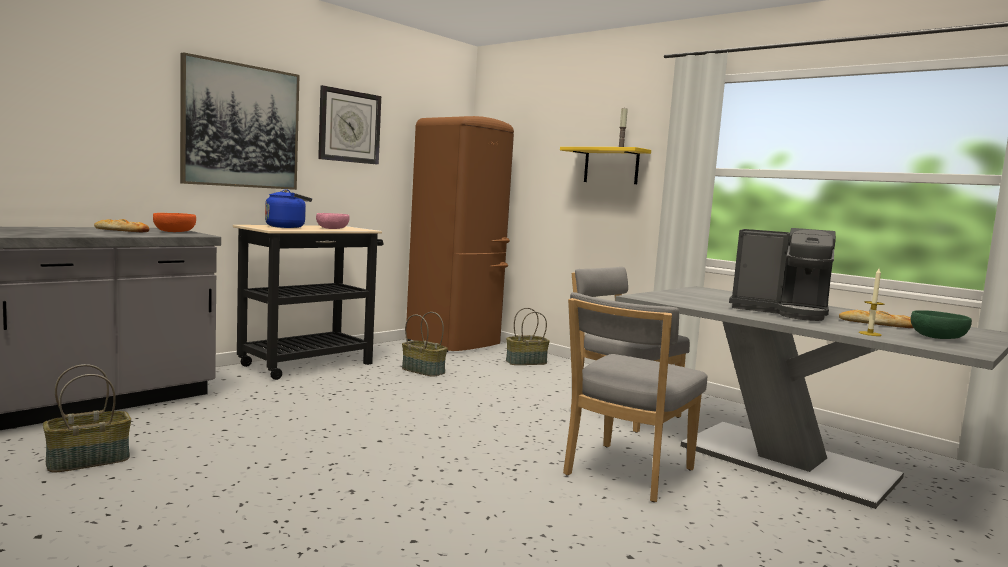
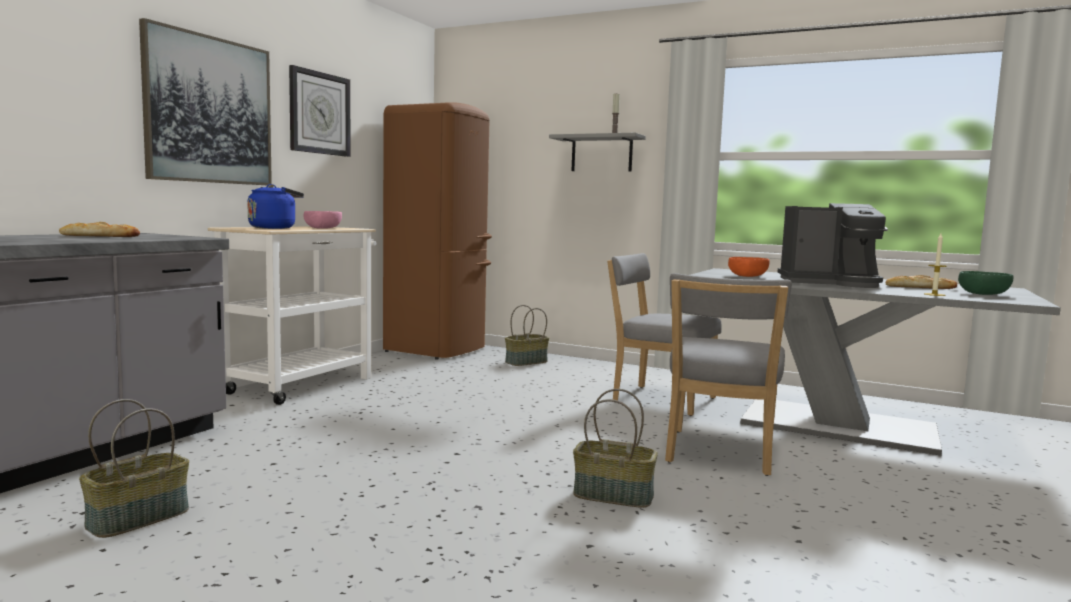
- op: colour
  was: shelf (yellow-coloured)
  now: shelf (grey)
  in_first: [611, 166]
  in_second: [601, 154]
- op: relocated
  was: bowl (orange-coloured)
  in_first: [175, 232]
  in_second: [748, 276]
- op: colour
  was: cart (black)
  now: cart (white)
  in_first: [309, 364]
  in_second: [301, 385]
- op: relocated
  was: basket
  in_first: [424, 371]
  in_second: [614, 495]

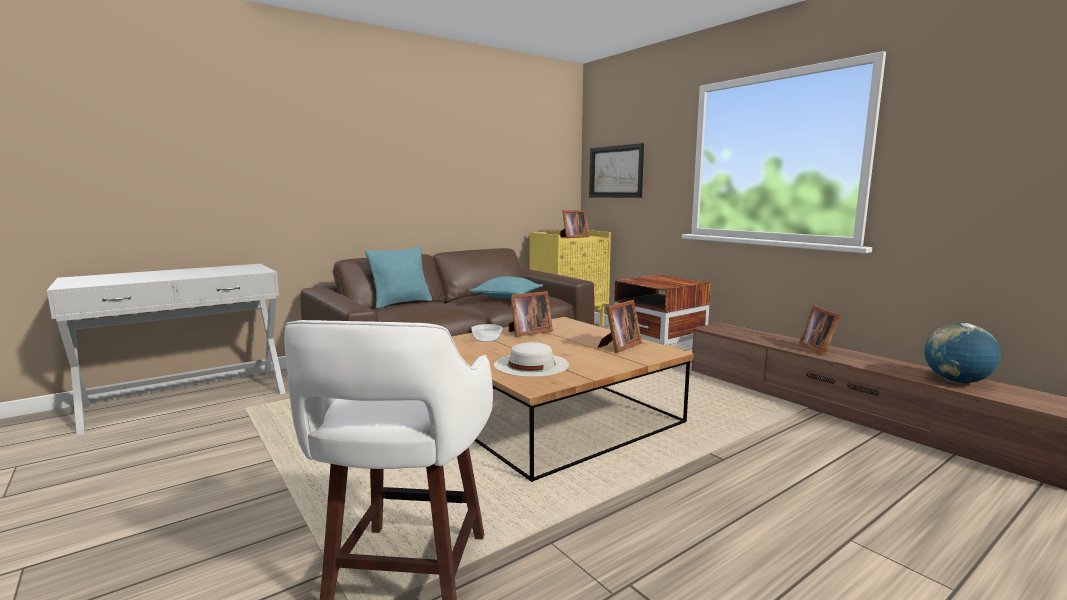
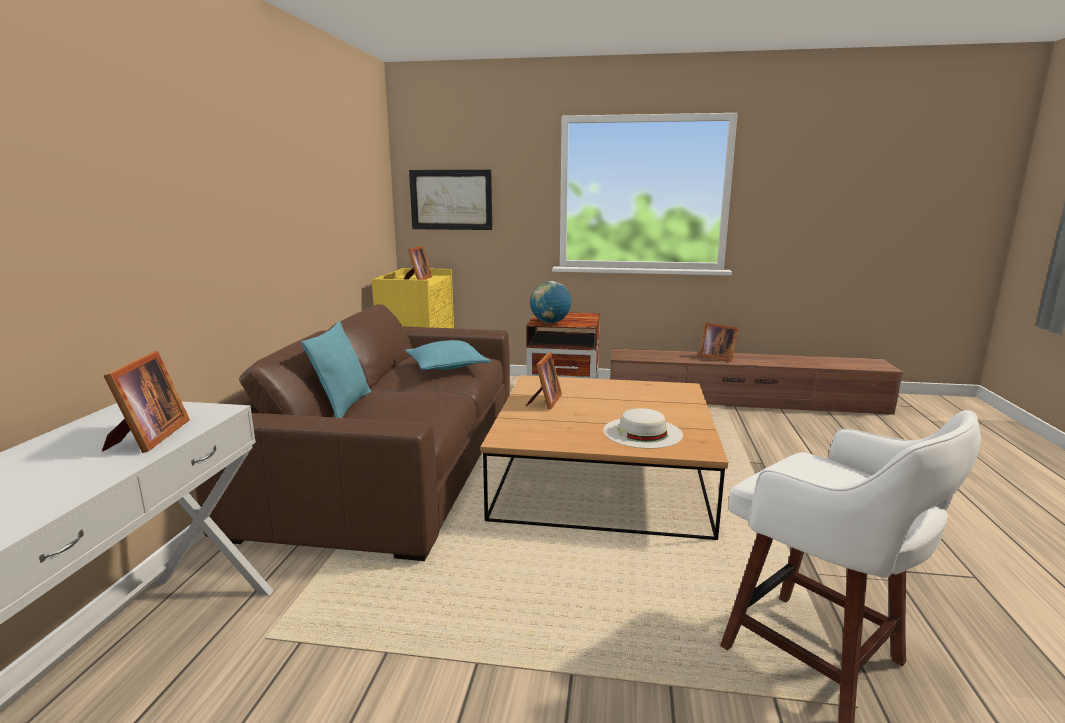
- op: relocated
  was: photo frame
  in_first: [619, 346]
  in_second: [148, 438]
- op: relocated
  was: world globe
  in_first: [956, 381]
  in_second: [550, 322]
- op: missing
  was: bowl
  in_first: [487, 339]

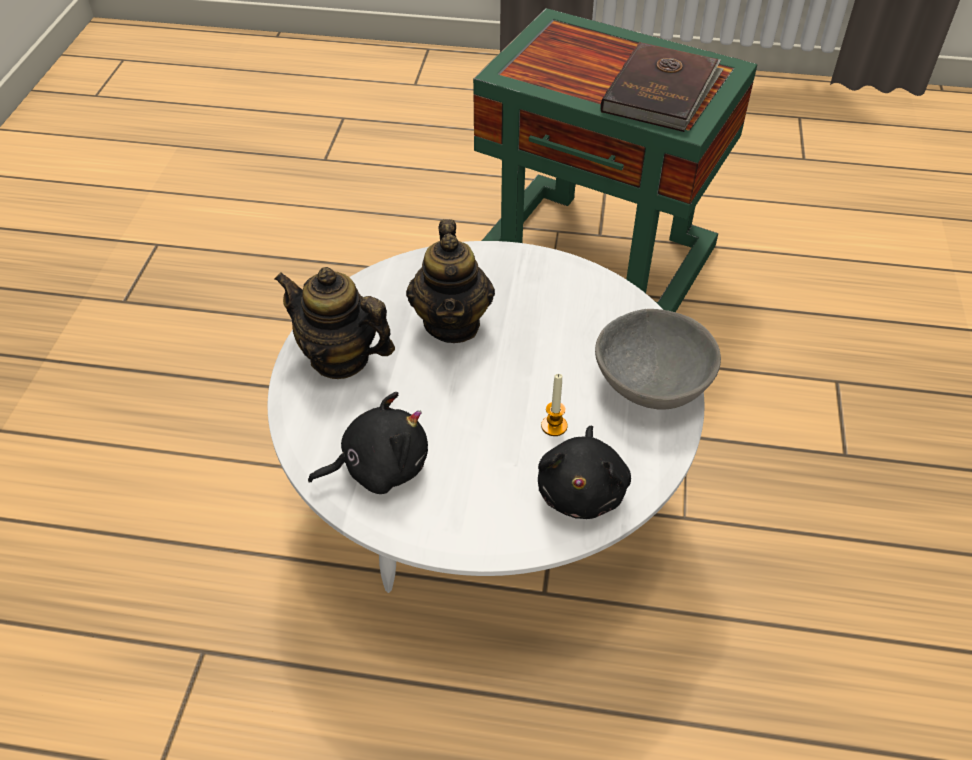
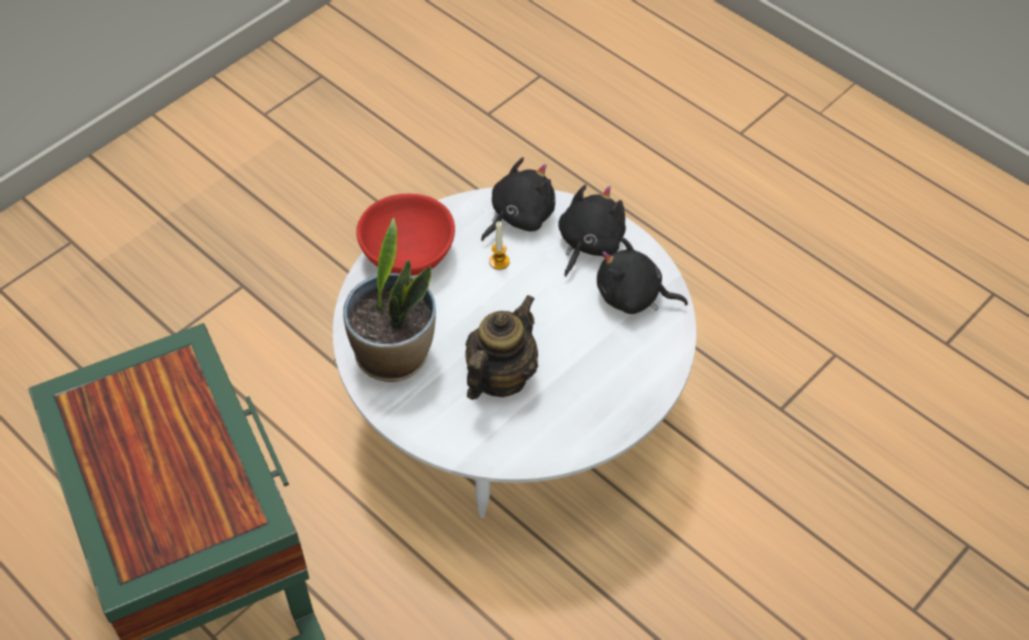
- op: missing
  was: bound book (brownish)
  in_first: [662, 91]
- op: missing
  was: pot for tea
  in_first: [340, 358]
- op: colour
  was: bowl (grey)
  now: bowl (red-coloured)
  in_first: [650, 382]
  in_second: [408, 255]
- op: appeared
  now: soft toy (black)
  in_second: [589, 244]
- op: appeared
  now: houseplant
  in_second: [394, 355]

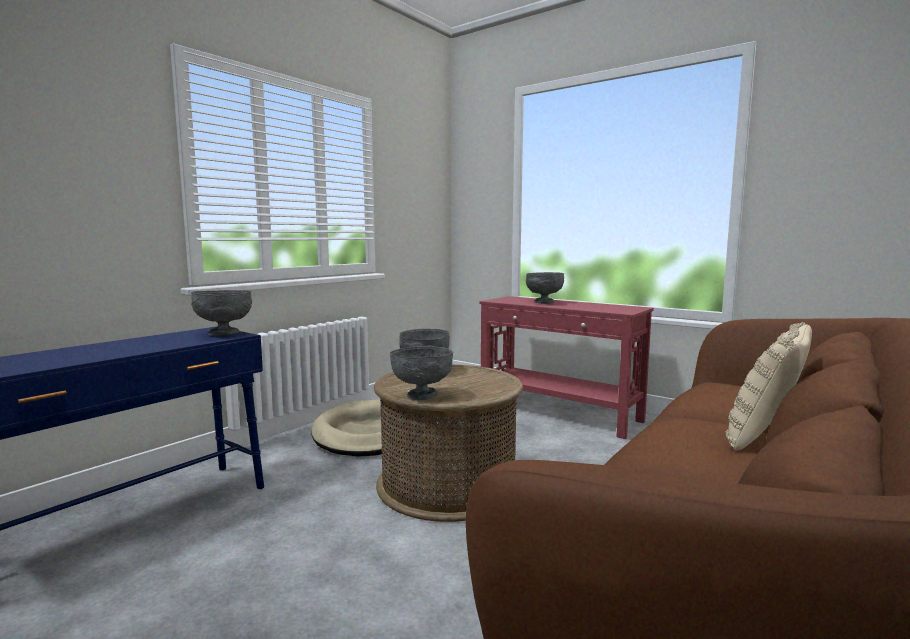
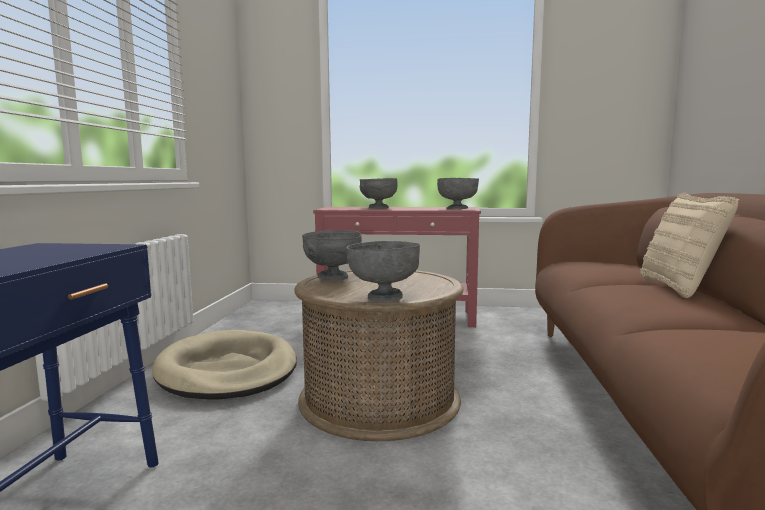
- op: relocated
  was: bowl (grey)
  in_first: [225, 334]
  in_second: [457, 209]

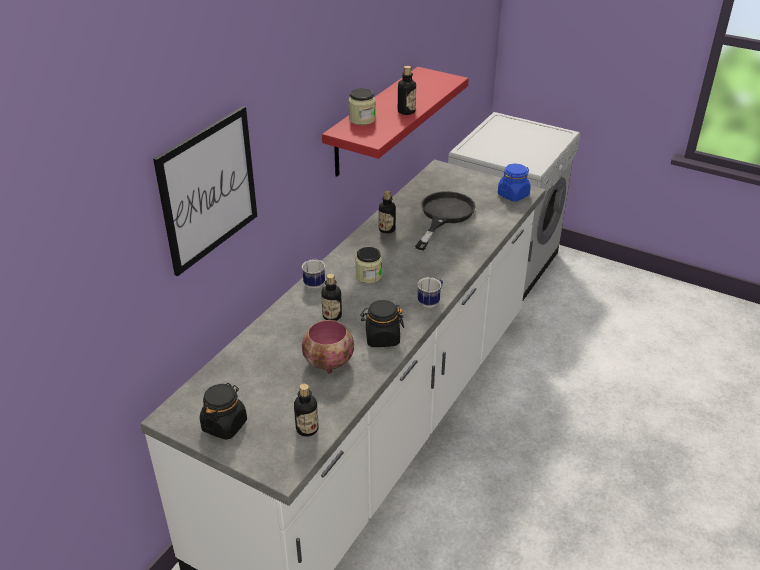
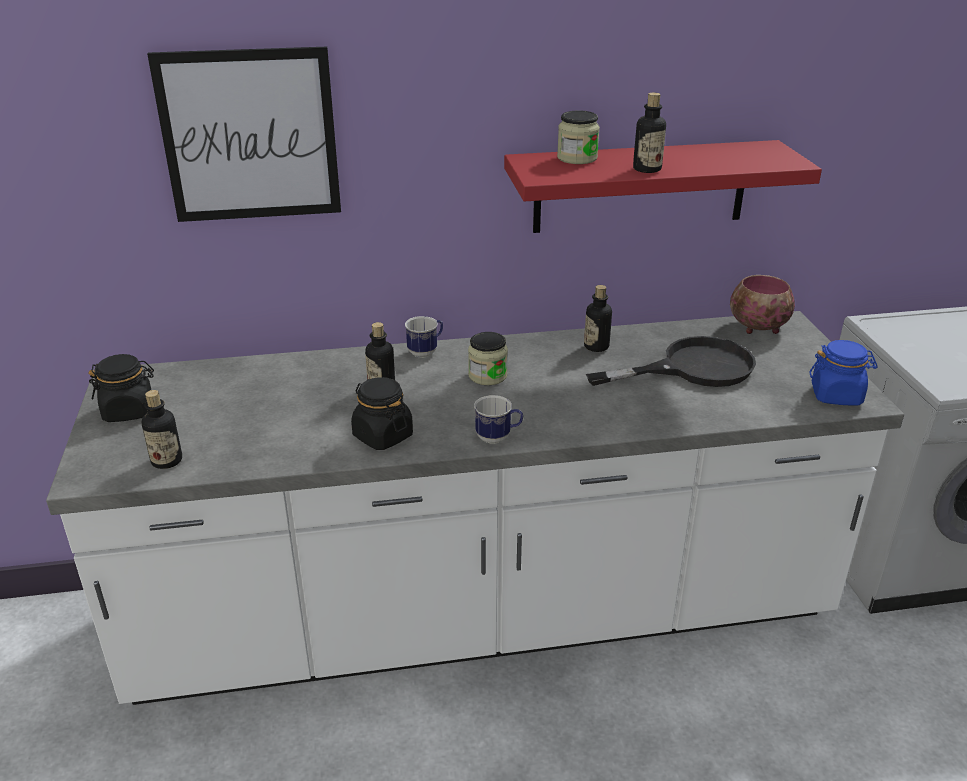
- op: relocated
  was: bowl
  in_first: [329, 363]
  in_second: [757, 328]

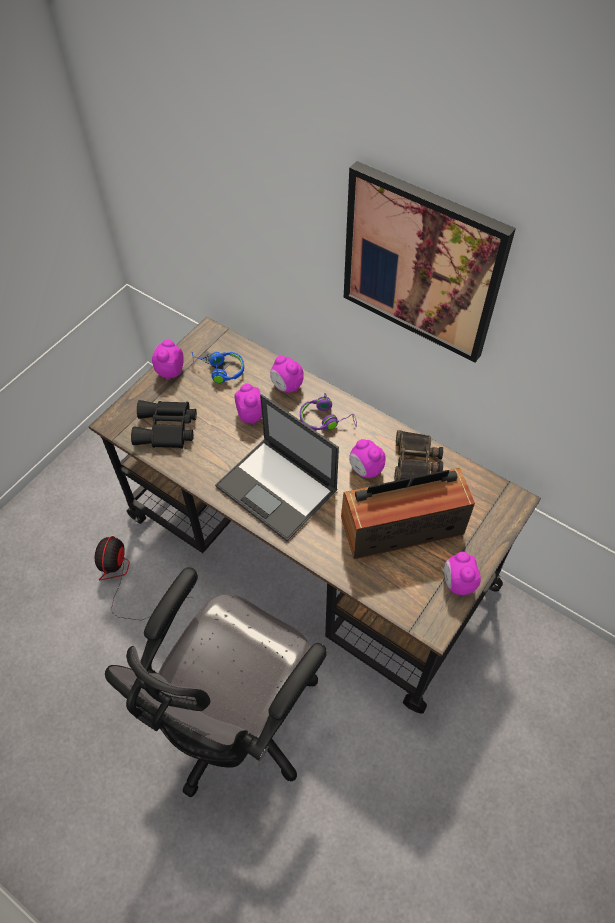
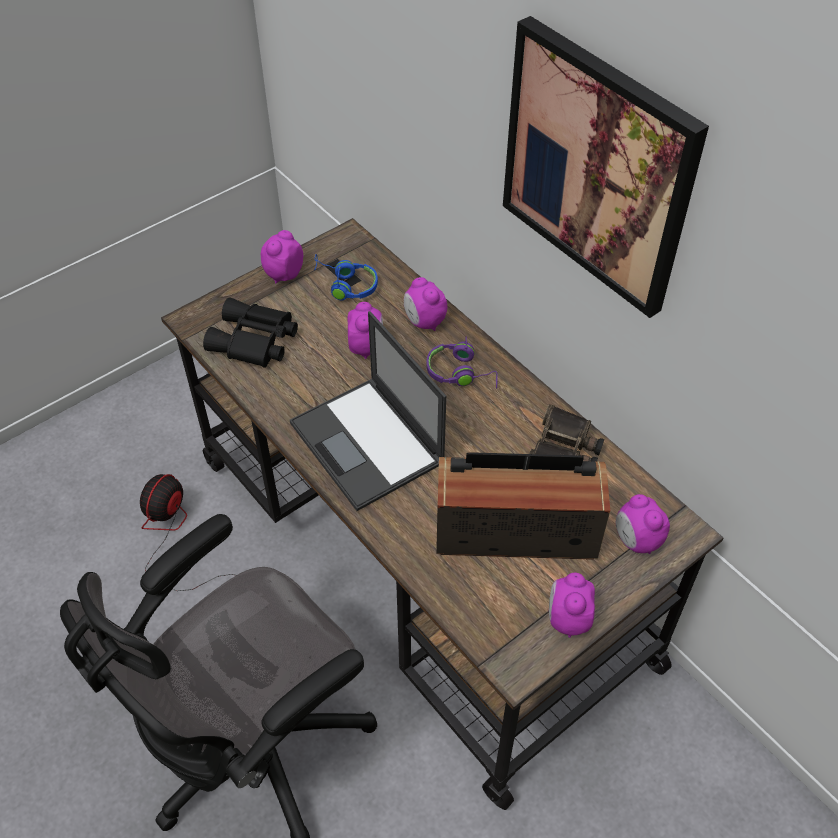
- op: relocated
  was: alarm clock
  in_first: [365, 470]
  in_second: [636, 540]

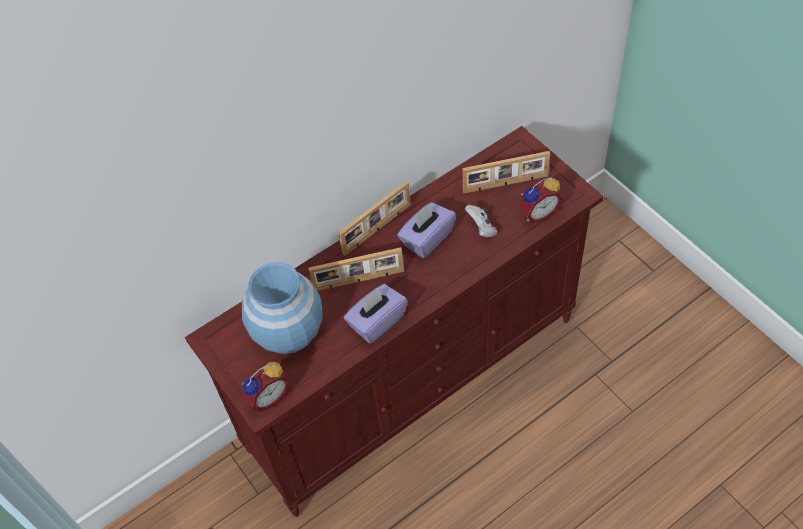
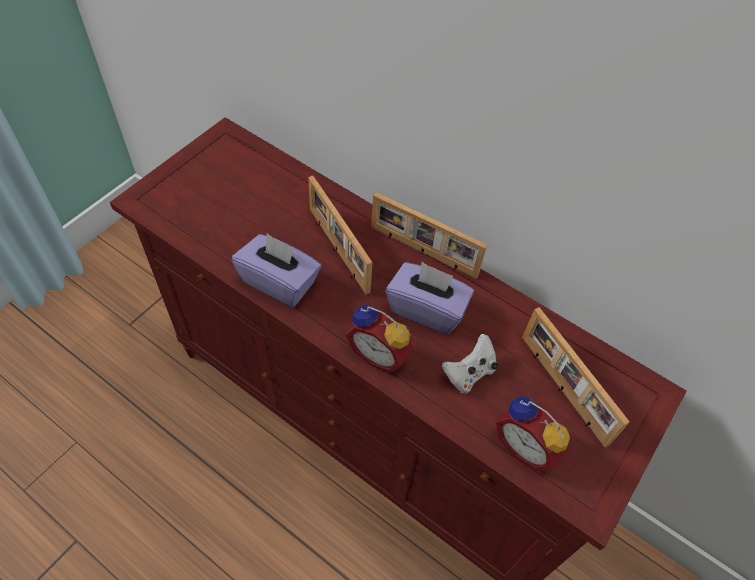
- op: missing
  was: decorative vase (blue)
  in_first: [288, 332]
- op: relocated
  was: alarm clock
  in_first: [267, 396]
  in_second: [380, 353]

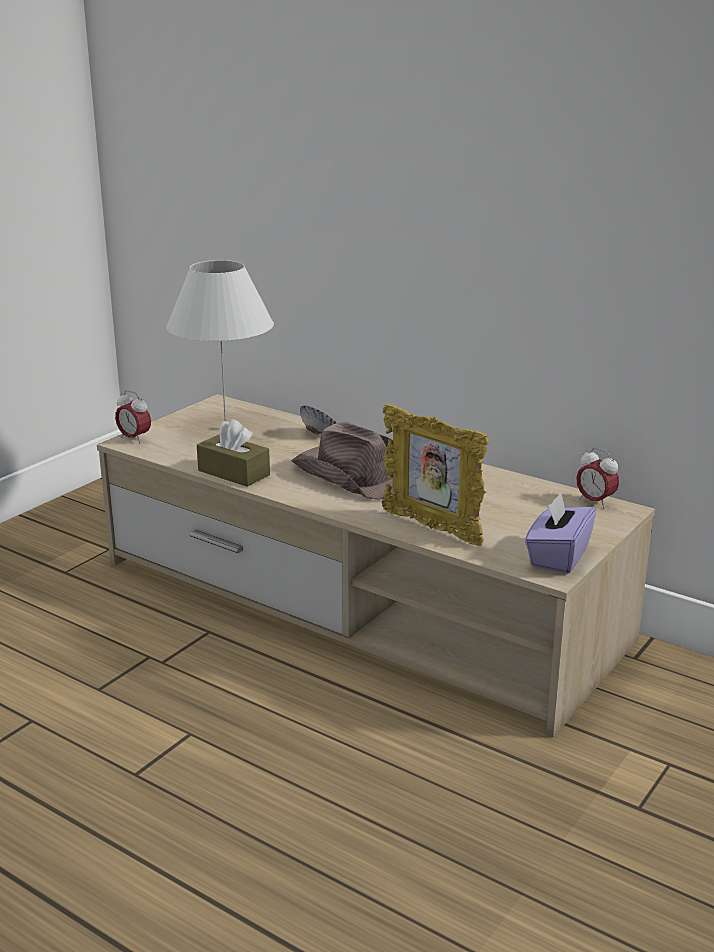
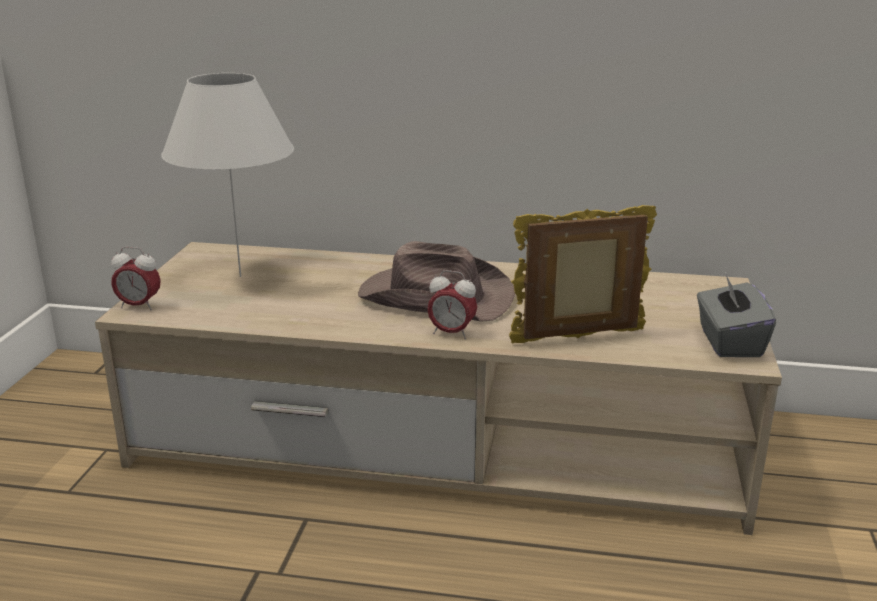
- op: spun
  was: photo frame
  in_first: [432, 528]
  in_second: [578, 339]
  clockwise: 150
- op: missing
  was: bowl
  in_first: [319, 434]
- op: missing
  was: tissue holder (brownish)
  in_first: [233, 473]
- op: relocated
  was: alarm clock
  in_first: [595, 502]
  in_second: [451, 333]
- op: colour
  was: tissue holder (purple)
  now: tissue holder (grey)
  in_first: [558, 557]
  in_second: [729, 342]

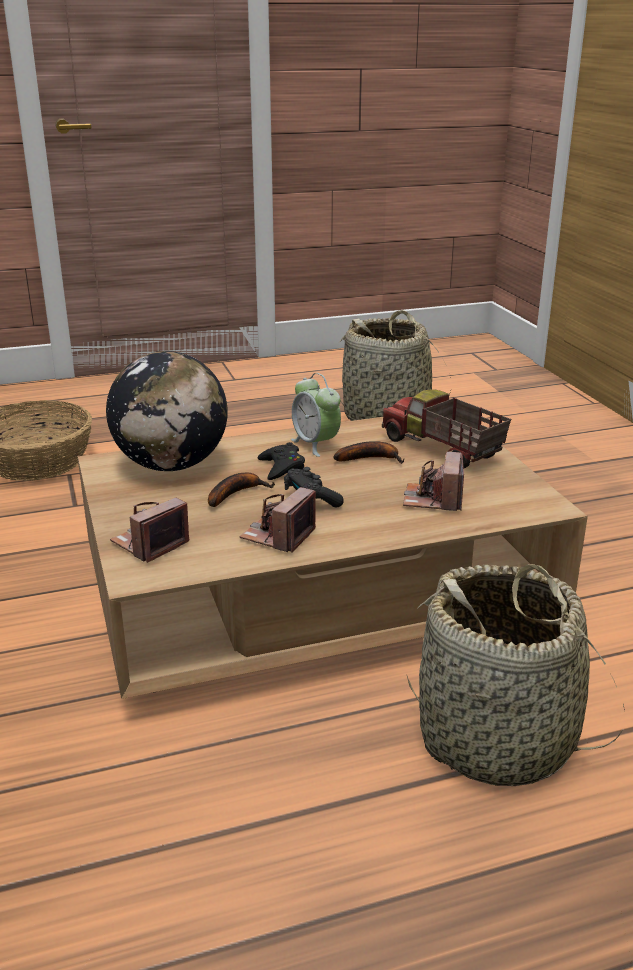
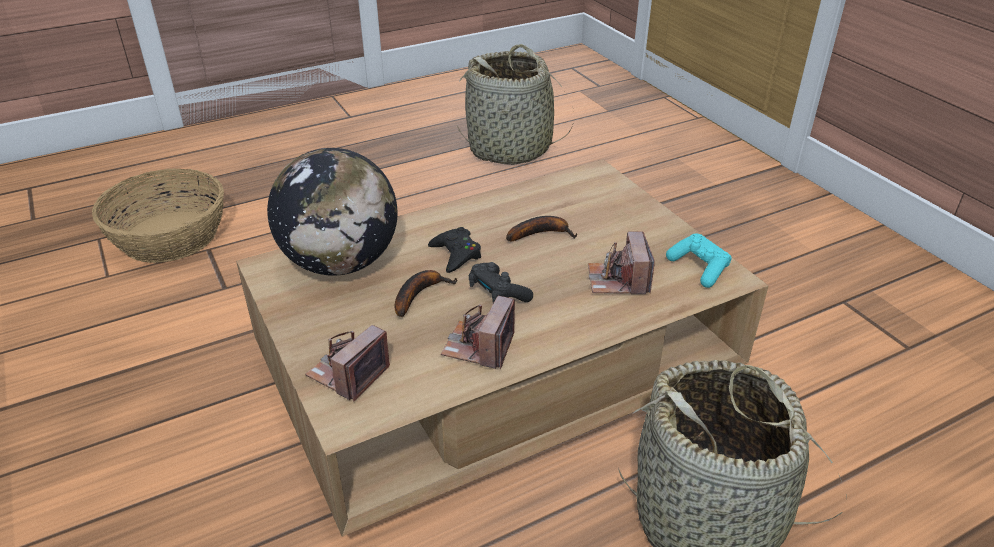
- op: missing
  was: alarm clock
  in_first: [315, 444]
- op: missing
  was: toy truck
  in_first: [441, 450]
- op: appeared
  now: joypad (turquoise)
  in_second: [699, 268]

